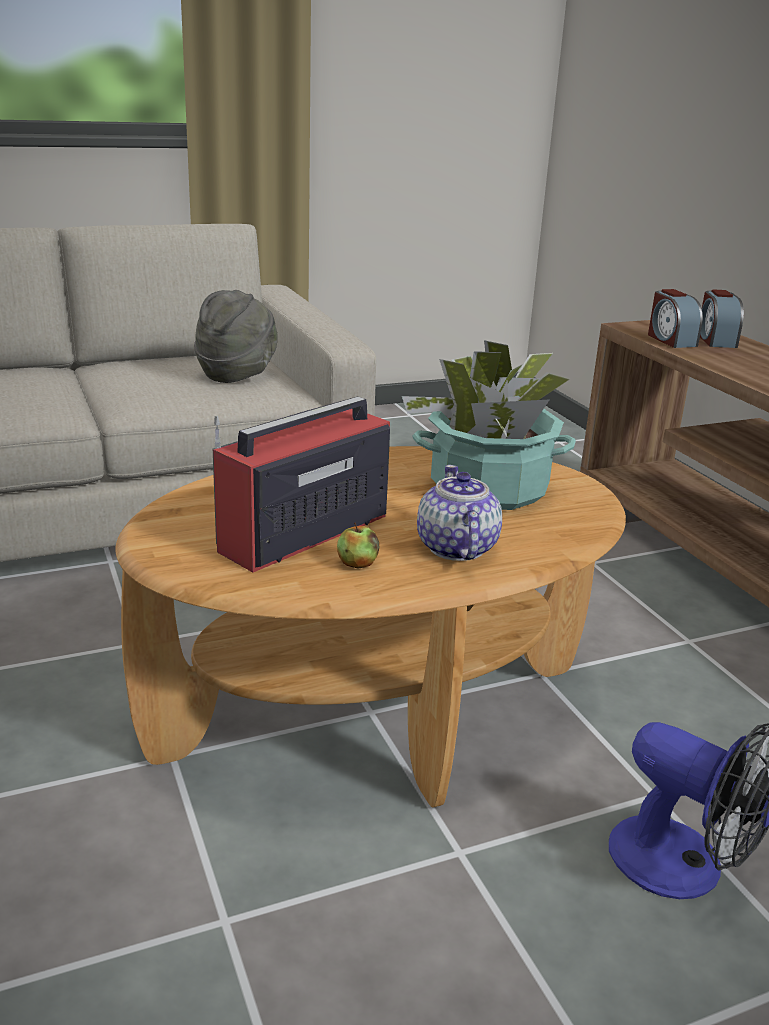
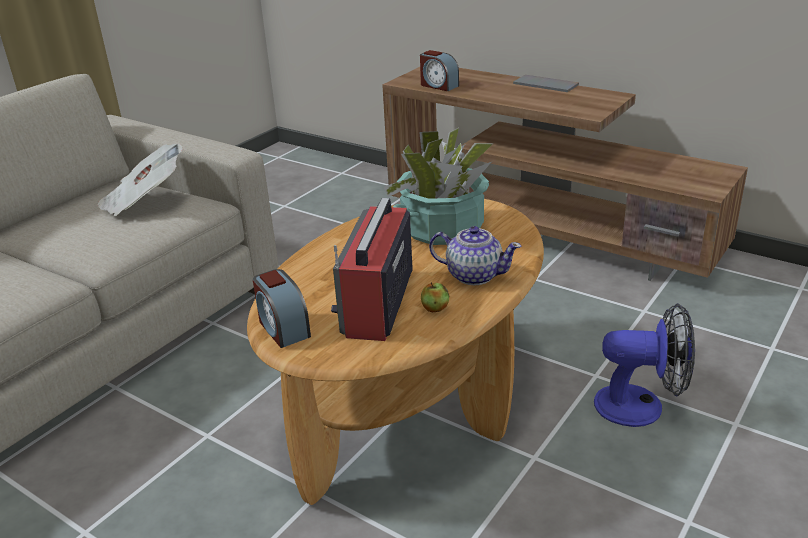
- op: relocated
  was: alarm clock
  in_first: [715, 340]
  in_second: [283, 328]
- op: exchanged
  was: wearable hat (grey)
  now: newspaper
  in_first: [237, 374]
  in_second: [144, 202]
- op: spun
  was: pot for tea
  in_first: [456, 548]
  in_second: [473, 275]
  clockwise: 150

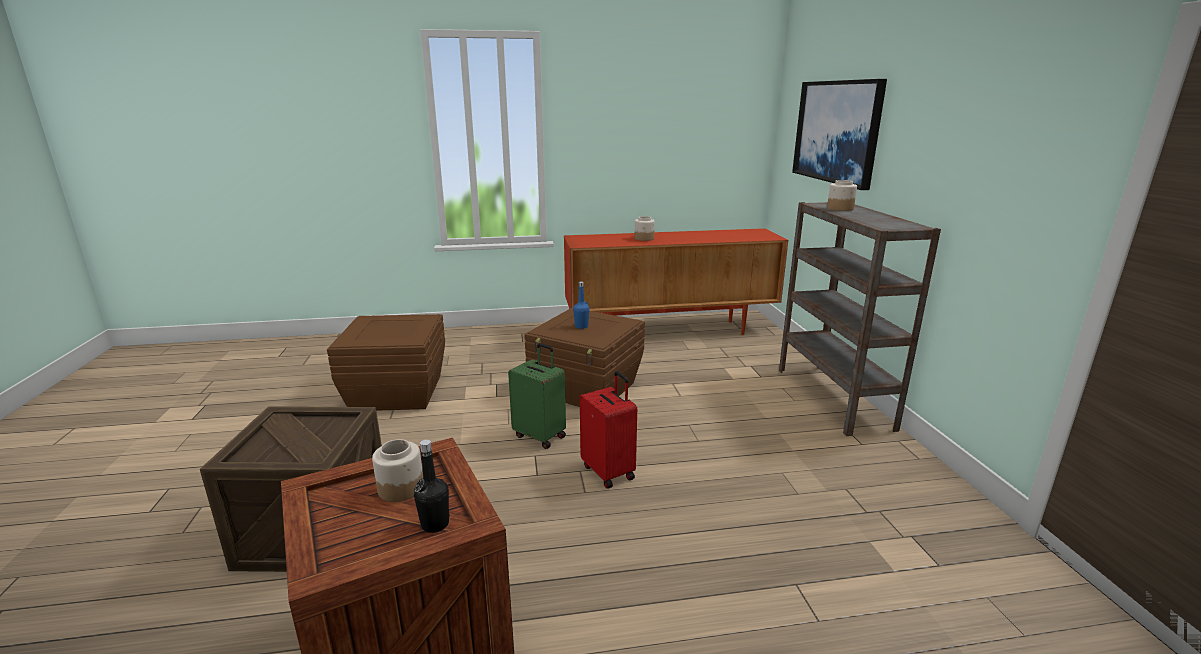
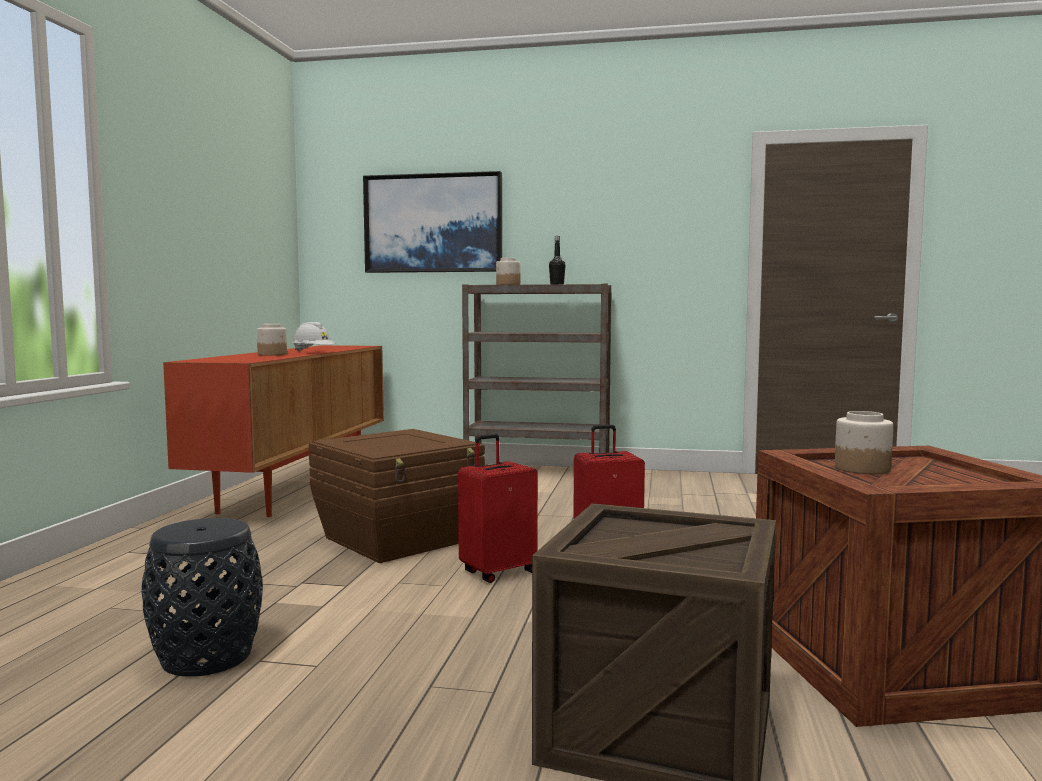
- op: missing
  was: bottle (blue)
  in_first: [581, 326]
- op: exchanged
  was: storage bin (brownish)
  now: stool seat (black)
  in_first: [396, 392]
  in_second: [206, 658]
- op: colour
  was: travel case (greenish)
  now: travel case (red-coloured)
  in_first: [540, 436]
  in_second: [498, 572]
- op: relocated
  was: bottle (black)
  in_first: [435, 524]
  in_second: [557, 284]
- op: appeared
  now: hard hat (white)
  in_second: [313, 352]

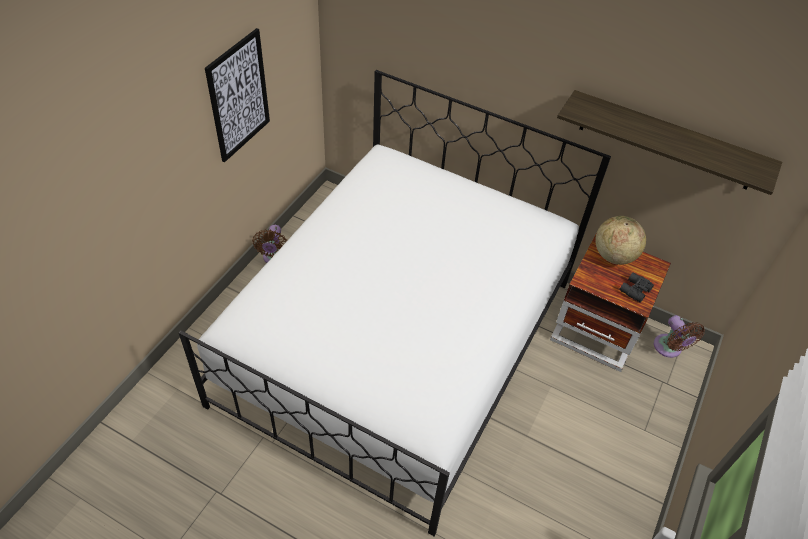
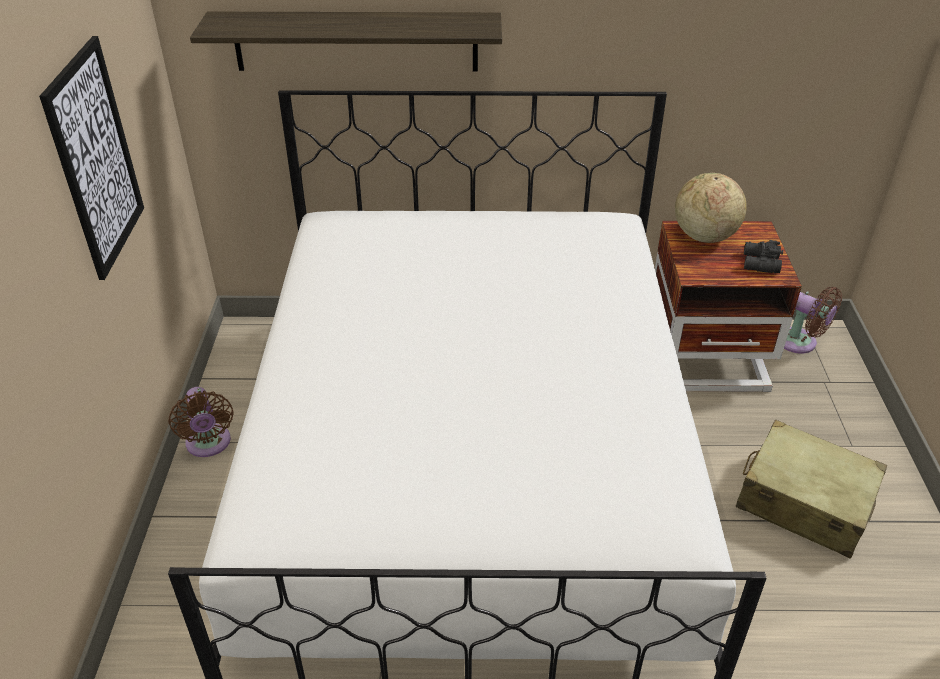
- op: relocated
  was: shelf
  in_first: [667, 141]
  in_second: [356, 41]
- op: appeared
  now: travel case (beige-coloured)
  in_second: [804, 502]

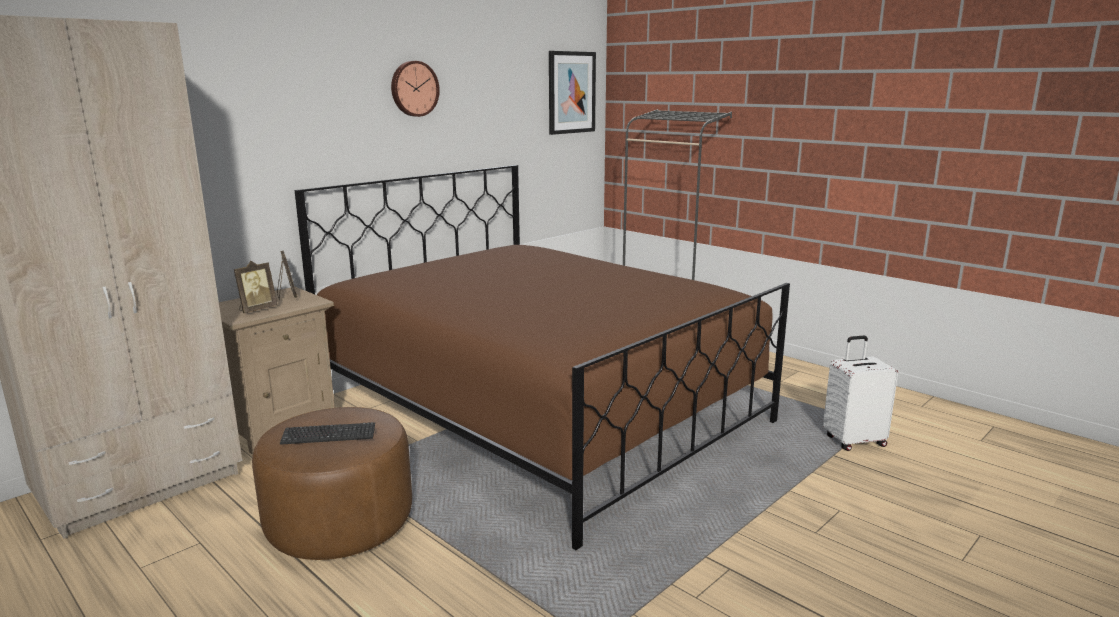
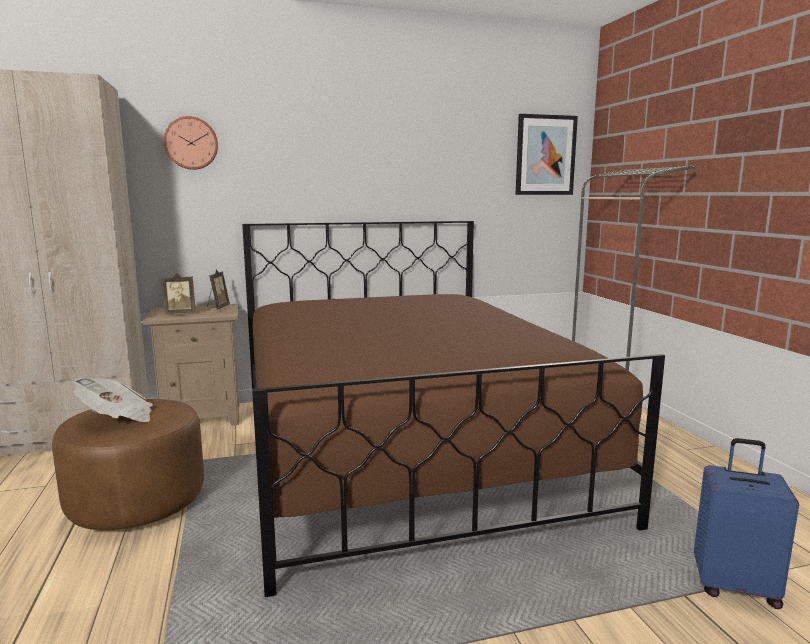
- op: relocated
  was: wall clock
  in_first: [413, 88]
  in_second: [191, 143]
- op: colour
  was: travel case (white)
  now: travel case (blue)
  in_first: [853, 441]
  in_second: [735, 586]
- op: exchanged
  was: computer keyboard
  now: newspaper
  in_first: [329, 435]
  in_second: [118, 418]

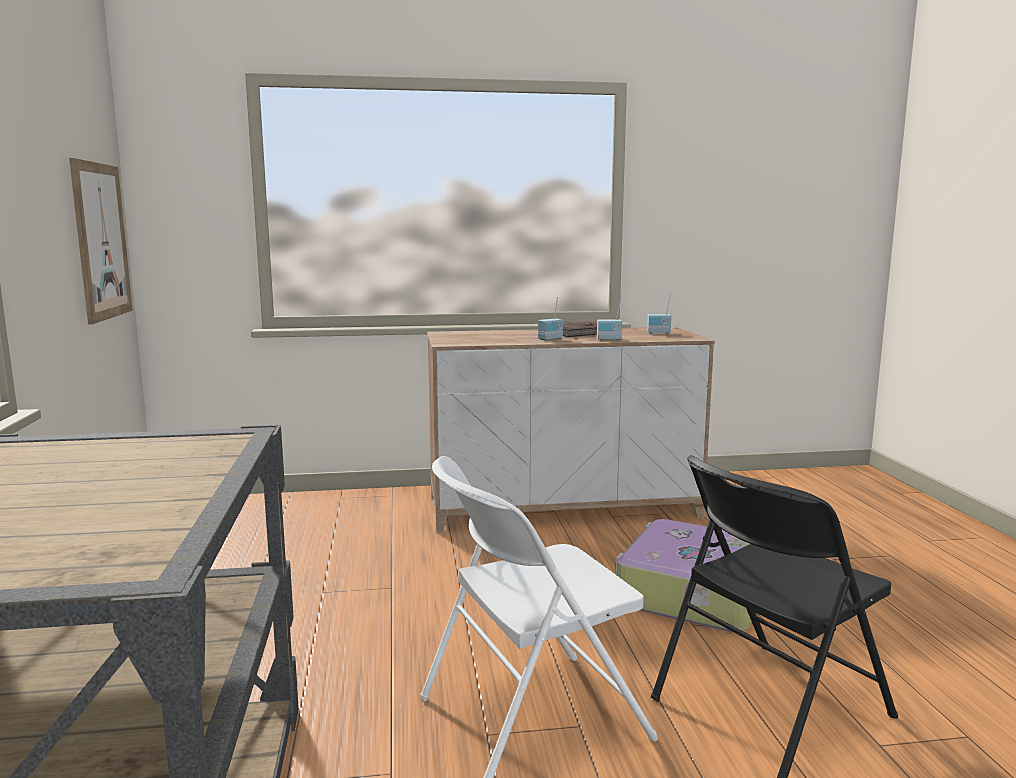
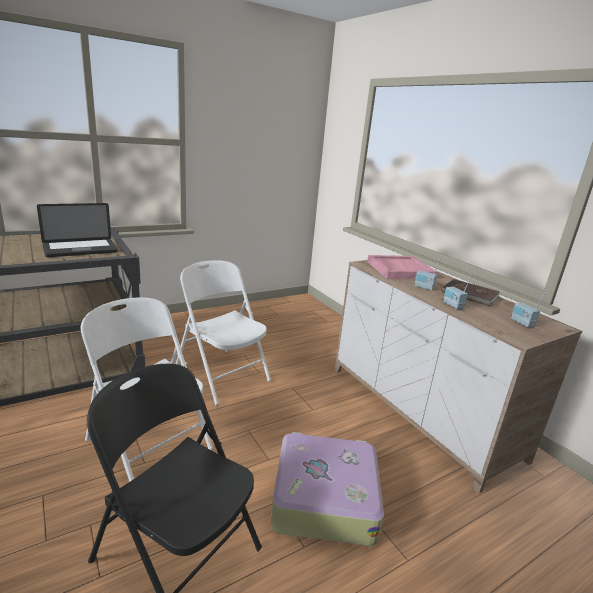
- op: missing
  was: wall art
  in_first: [101, 241]
- op: appeared
  now: notebook computer
  in_second: [80, 249]
- op: appeared
  now: serving tray (pink)
  in_second: [399, 269]
- op: appeared
  now: upright chair (white)
  in_second: [222, 375]

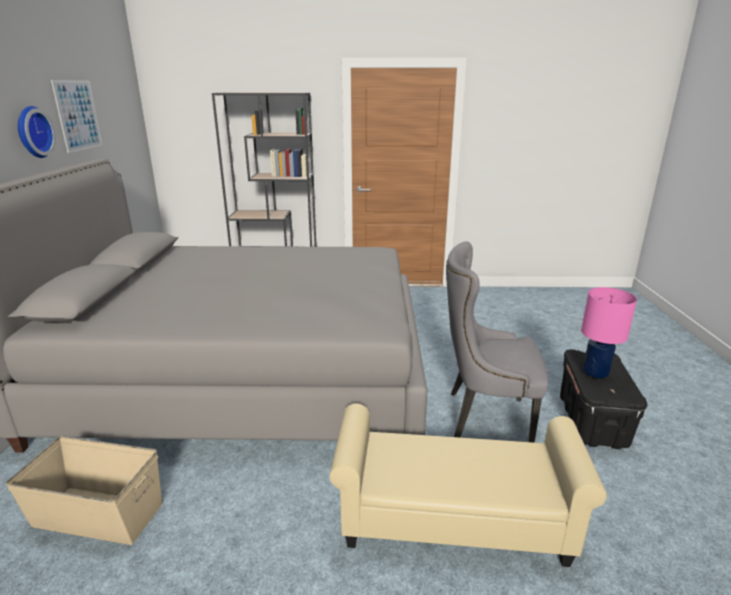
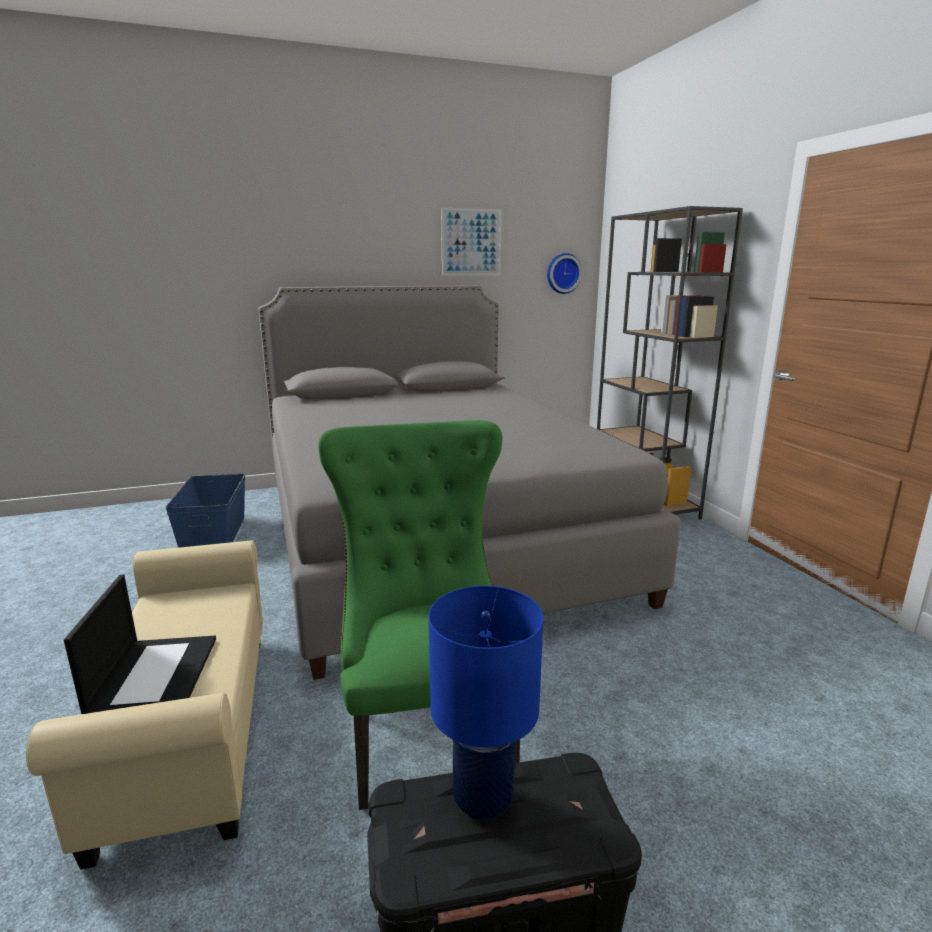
- op: relocated
  was: wall clock
  in_first: [32, 132]
  in_second: [563, 273]
- op: colour
  was: upright chair (grey)
  now: upright chair (greenish)
  in_first: [485, 419]
  in_second: [427, 738]
- op: colour
  was: lamp for a table (pink)
  now: lamp for a table (blue)
  in_first: [595, 374]
  in_second: [482, 800]
- op: colour
  was: storage bin (beige-coloured)
  now: storage bin (blue)
  in_first: [98, 515]
  in_second: [214, 536]
- op: appeared
  now: notebook computer
  in_second: [154, 675]

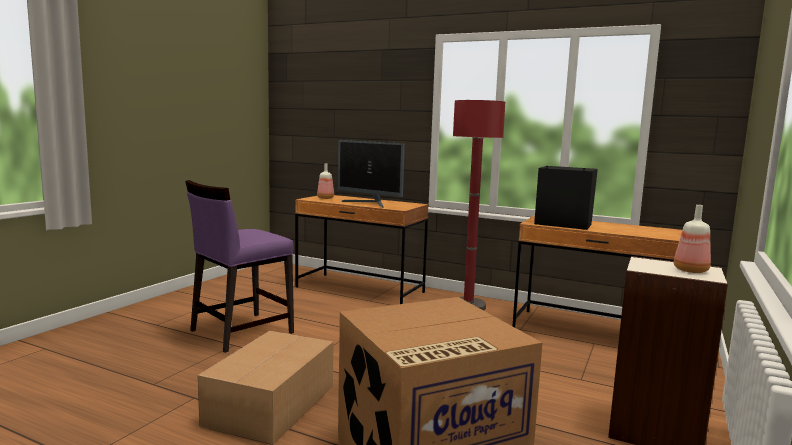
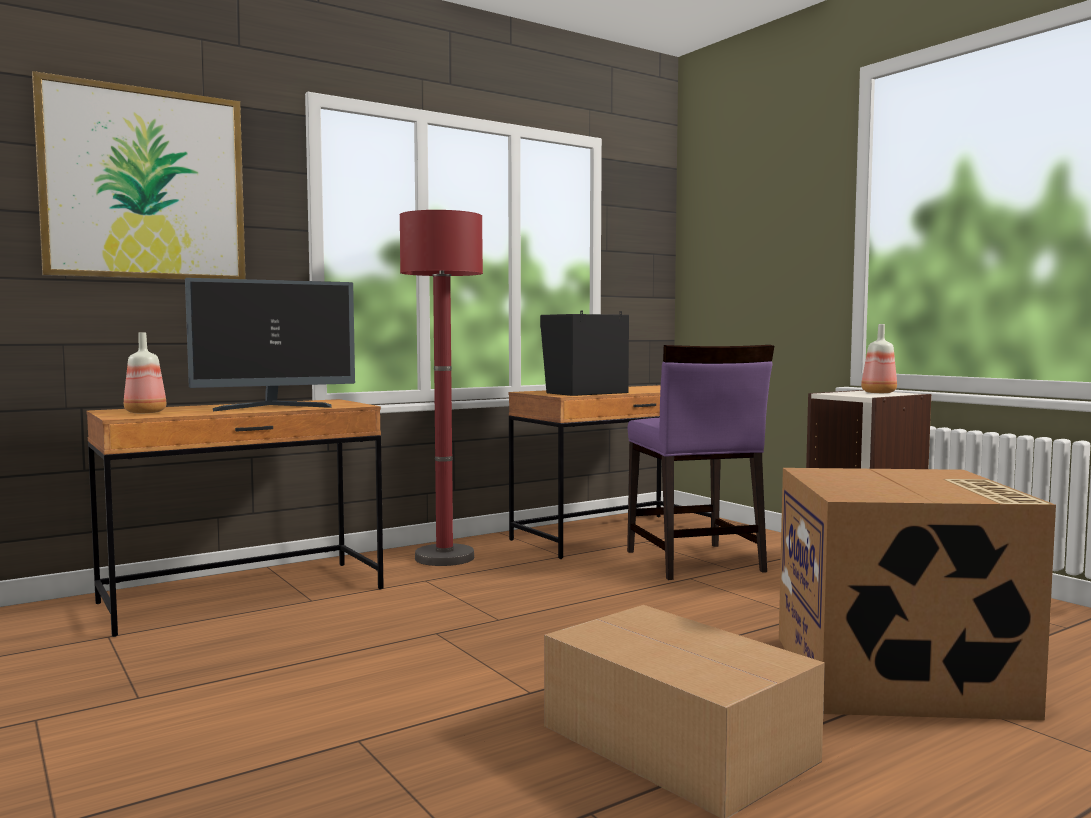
- op: relocated
  was: upright chair (purple)
  in_first: [240, 331]
  in_second: [693, 562]
- op: appeared
  now: wall art
  in_second: [145, 184]

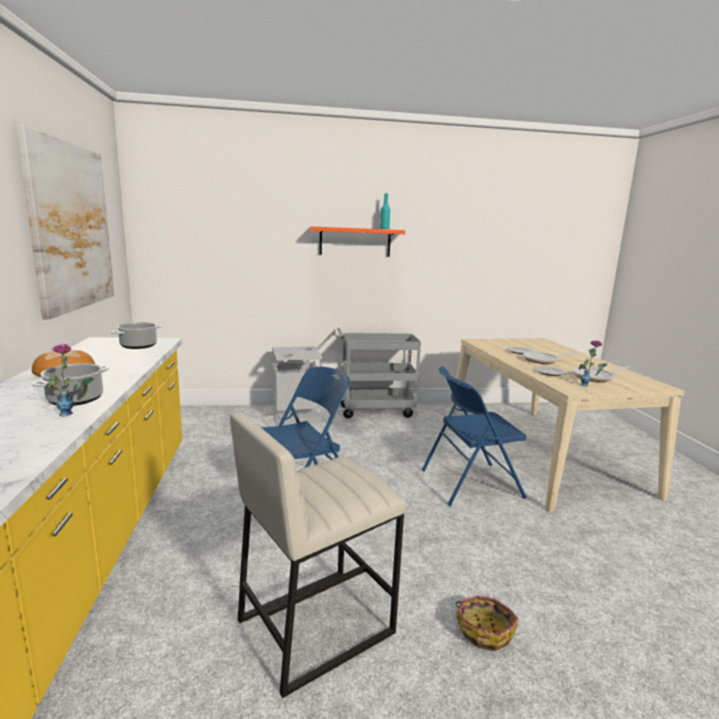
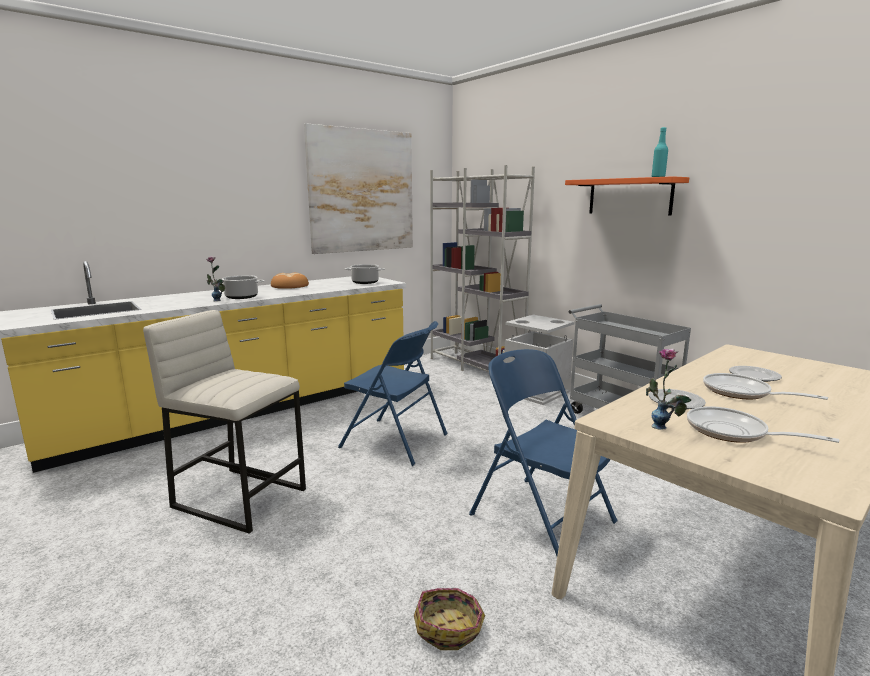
- op: relocated
  was: basket
  in_first: [484, 630]
  in_second: [449, 627]
- op: appeared
  now: bookshelf (grey)
  in_second: [475, 367]

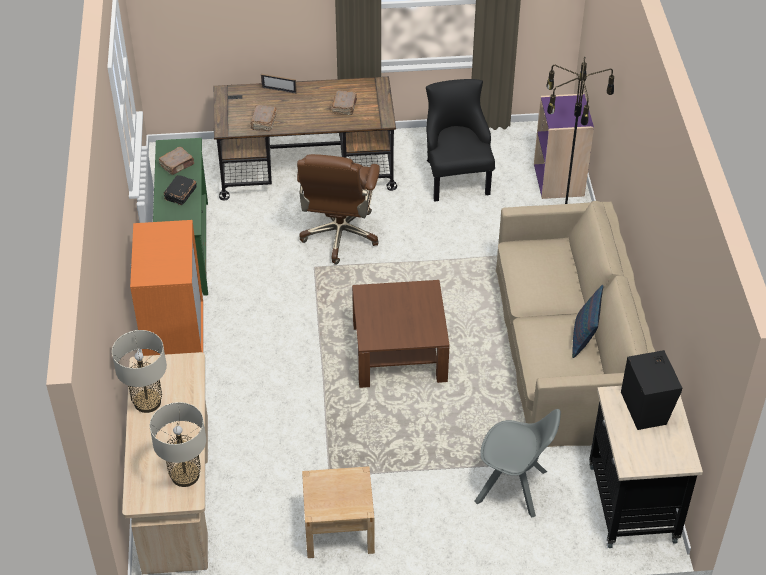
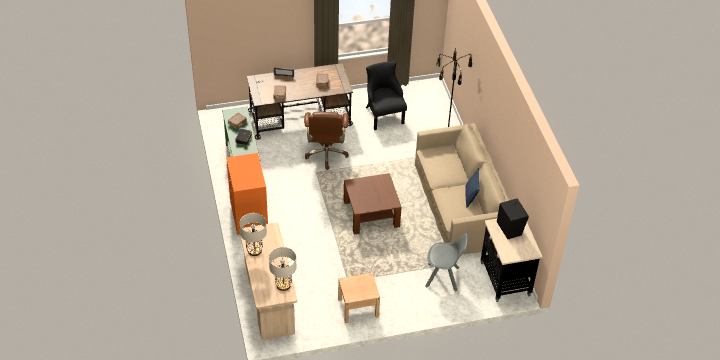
- op: missing
  was: bookshelf (purple)
  in_first: [559, 180]

